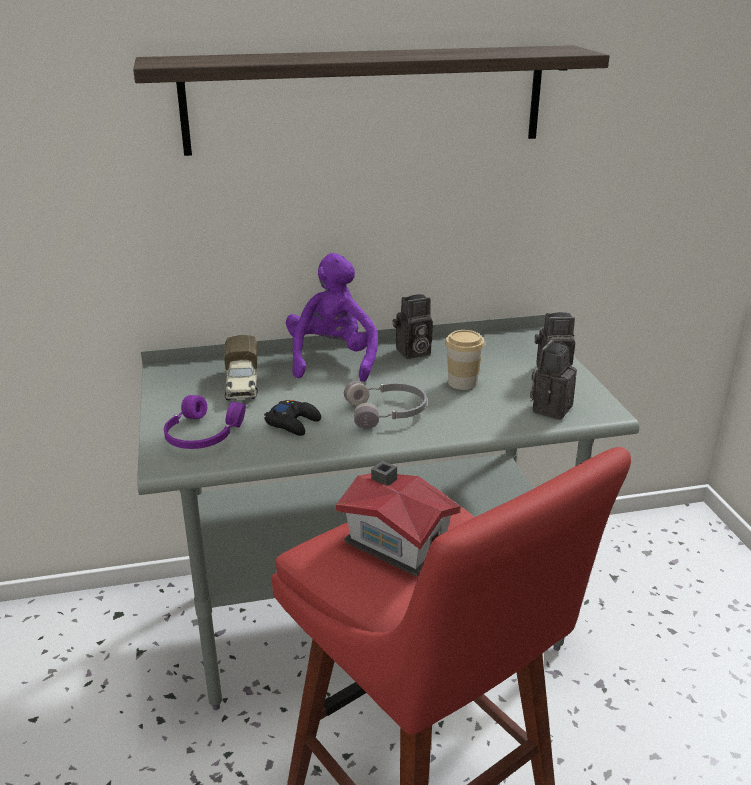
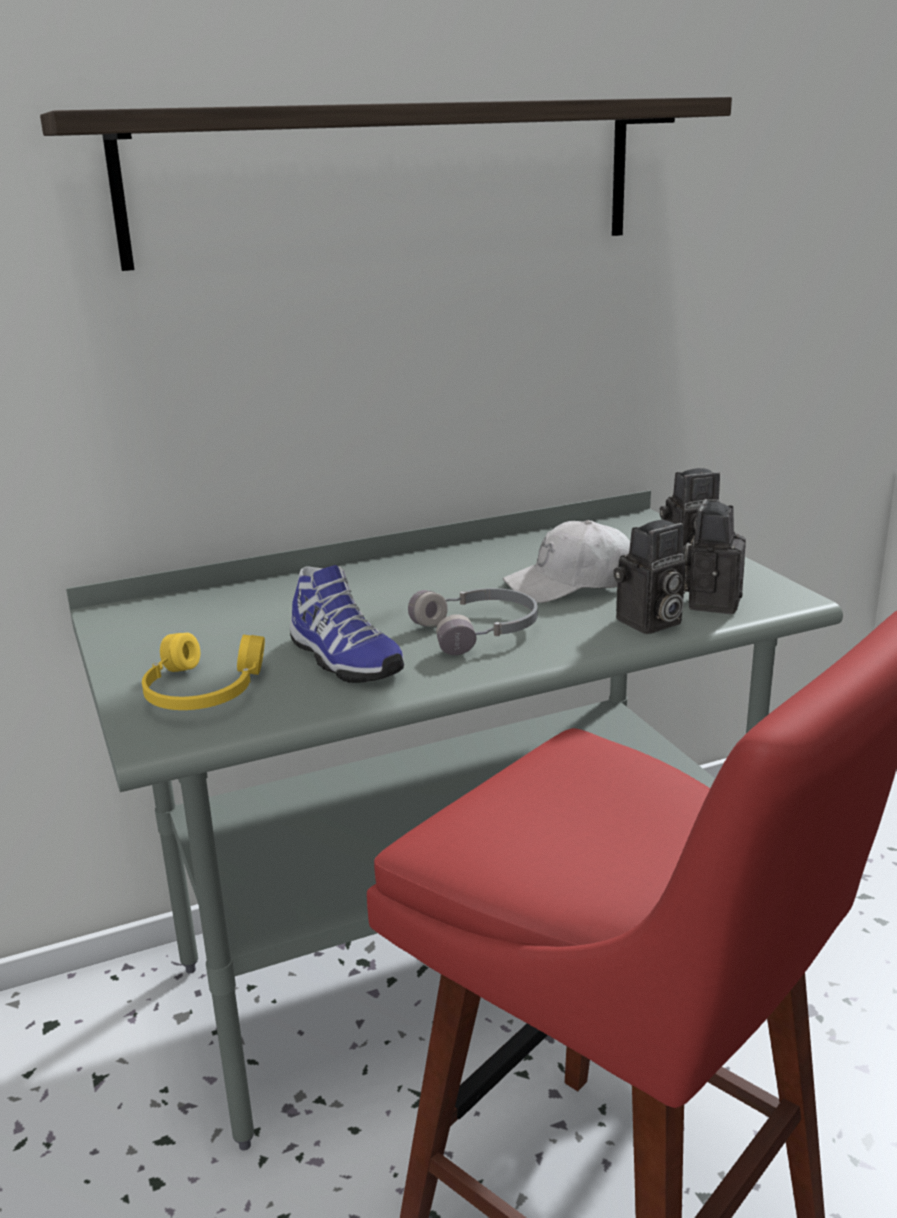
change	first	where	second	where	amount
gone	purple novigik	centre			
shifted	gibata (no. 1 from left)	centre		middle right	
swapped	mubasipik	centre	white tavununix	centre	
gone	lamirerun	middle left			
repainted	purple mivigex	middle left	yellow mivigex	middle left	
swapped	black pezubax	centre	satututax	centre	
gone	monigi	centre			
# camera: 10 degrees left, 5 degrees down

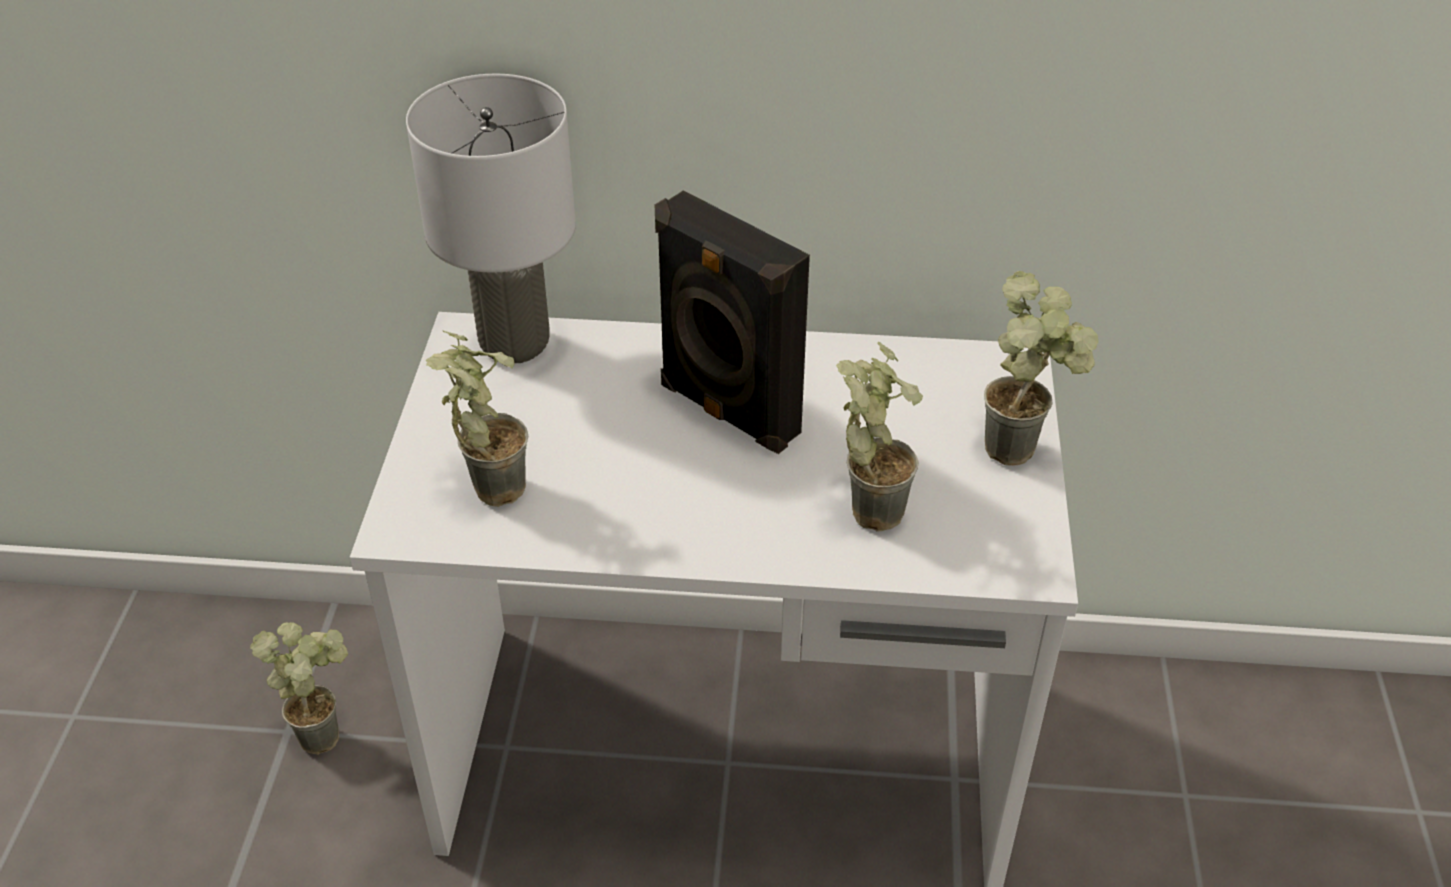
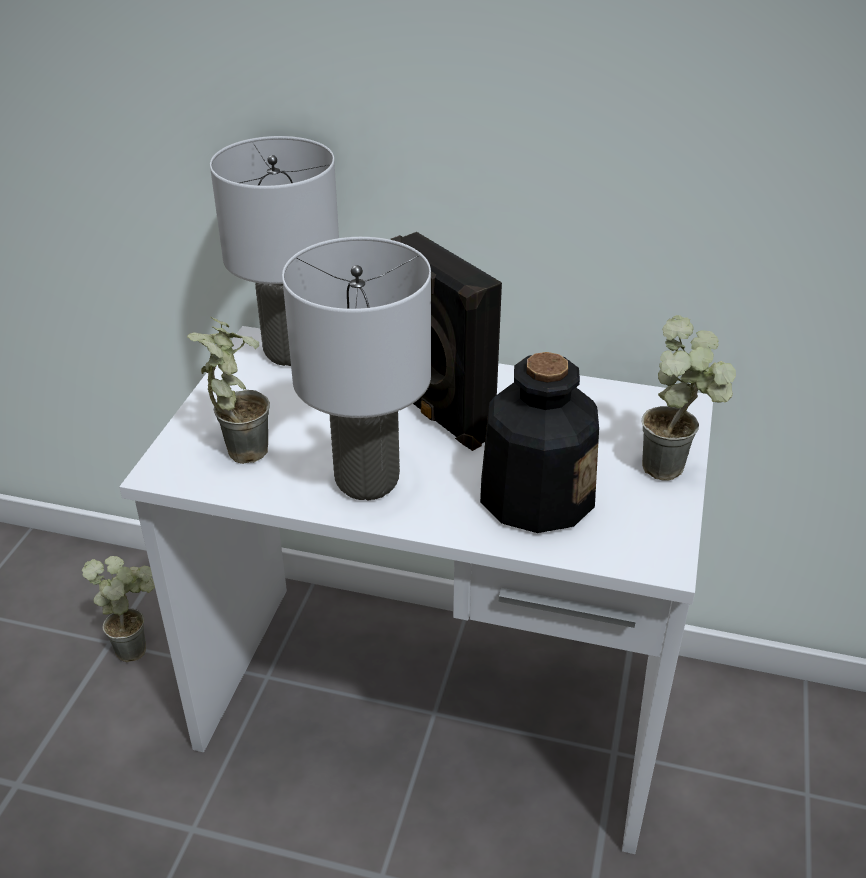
change	first	where	second	where	amount
swapped	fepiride (no. 3 from left)	centre	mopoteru	centre	
new			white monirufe (no. 2 from left)	centre	
# camera: 10 degrees right, 5 degrees down

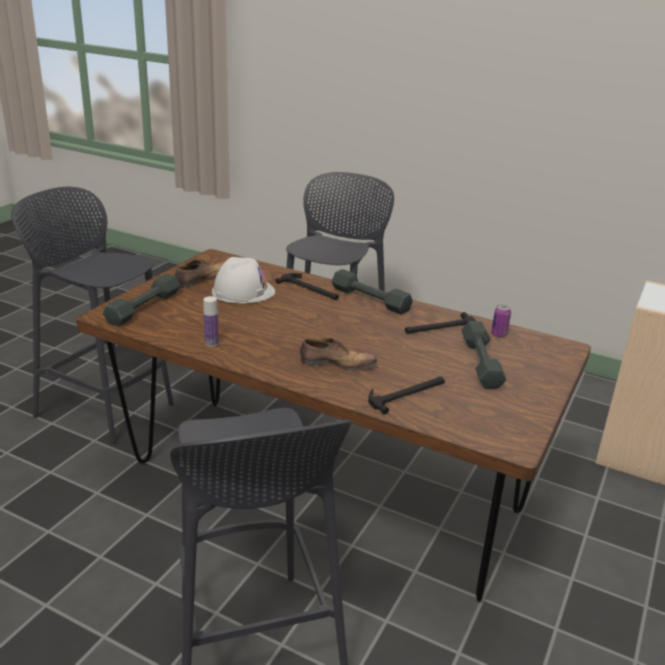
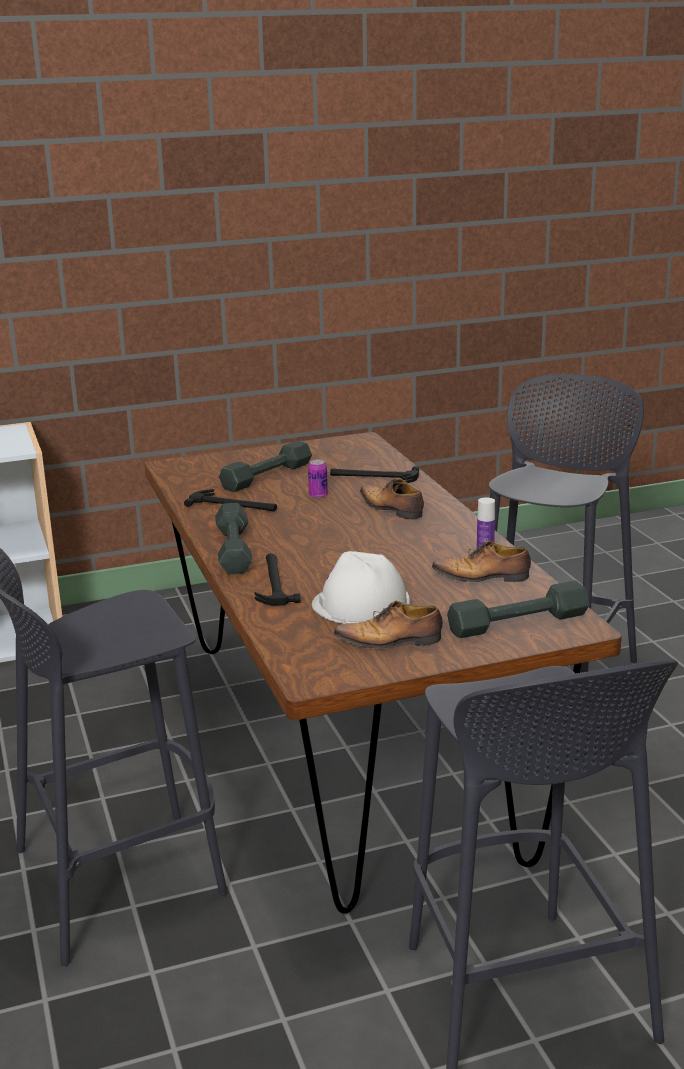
change	first	where	second	where	amount
shifted	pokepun	middle right		centre	
new			satututax (no. 3 from left)	middle right	
# camera: 135 degrees left, 5 degrees down

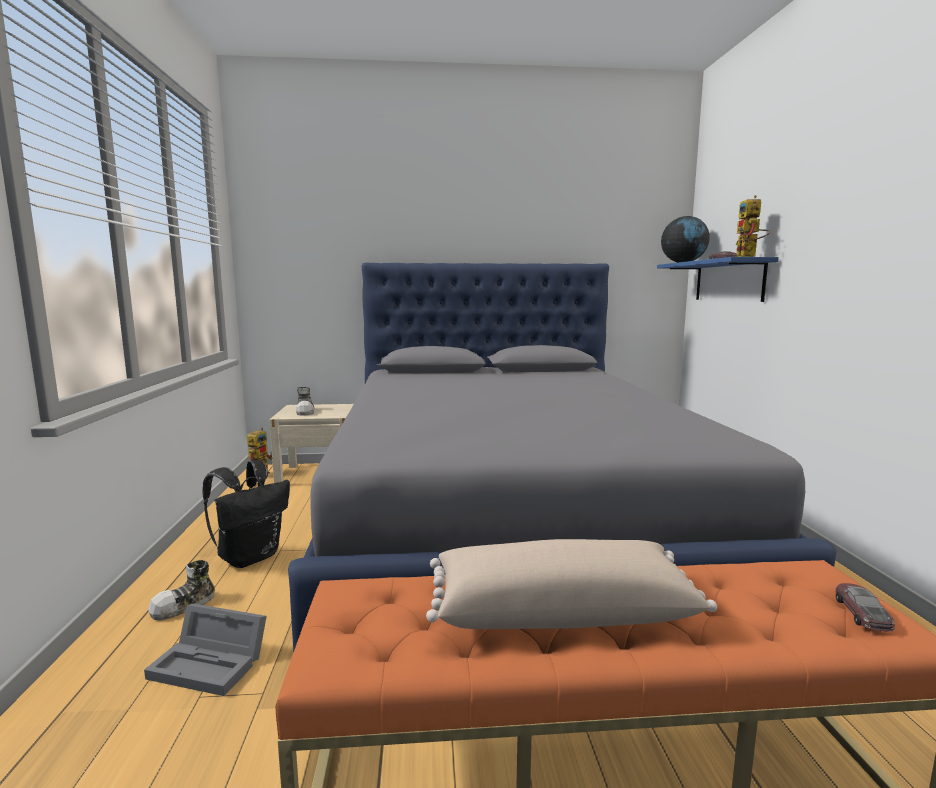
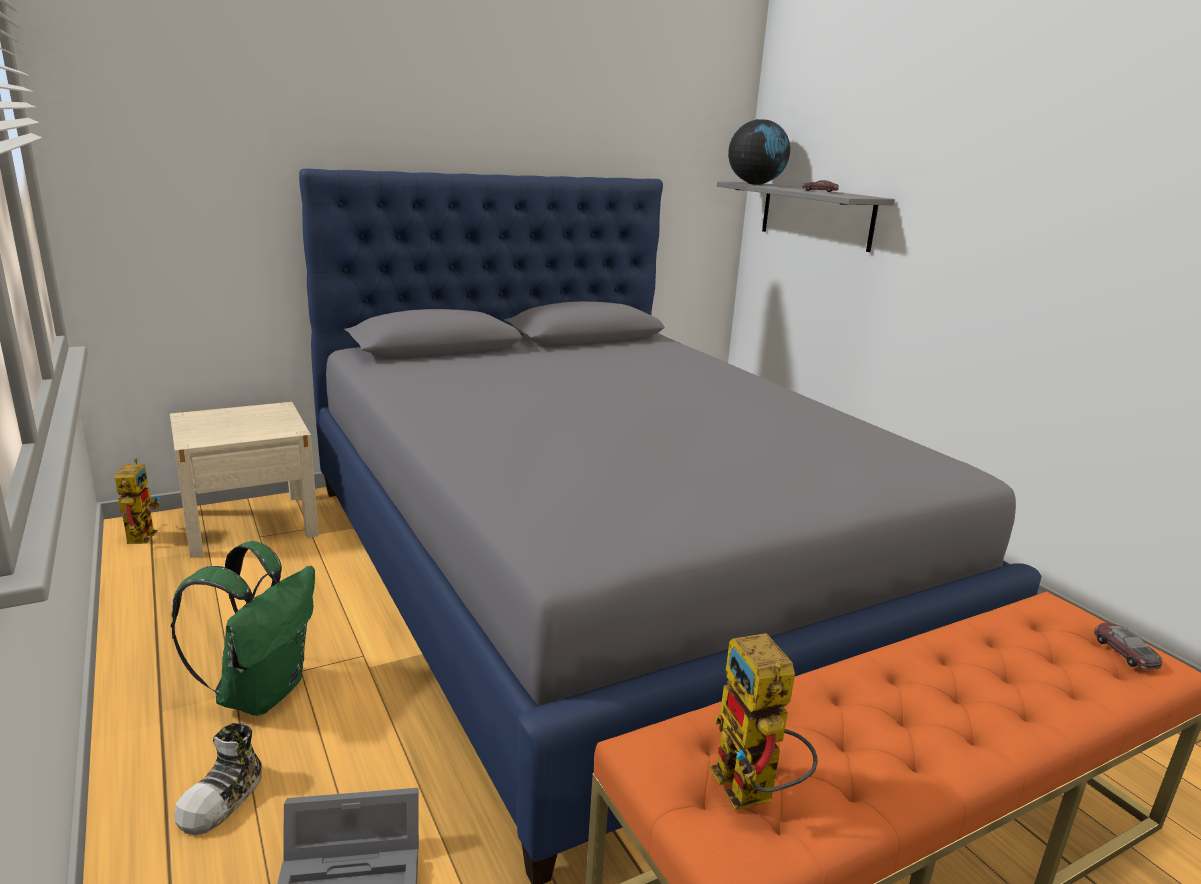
change	first	where	second	where	amount
shifted	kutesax (no. 2 from left)	top right		bottom centre	
repainted	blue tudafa	middle right	grey tudafa	top right	
gone	satututax (no. 2 from left)	middle left			
repainted	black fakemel	middle left	green fakemel	bottom left	
gone	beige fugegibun	bottom centre			
# camera: 25 degrees left, 10 degrees up

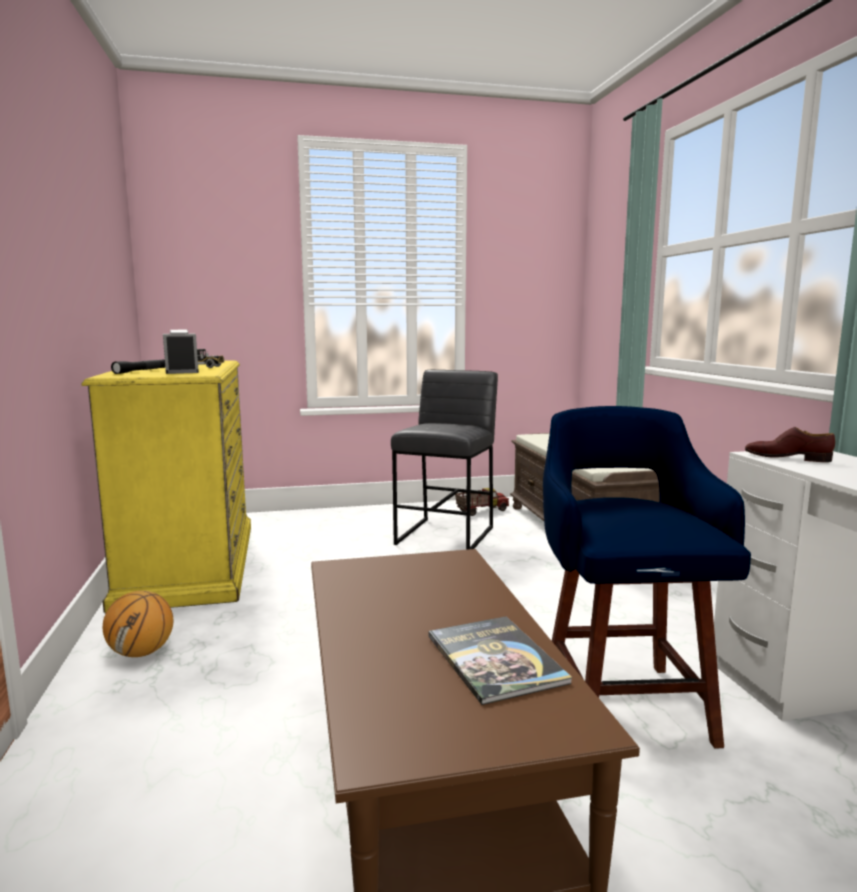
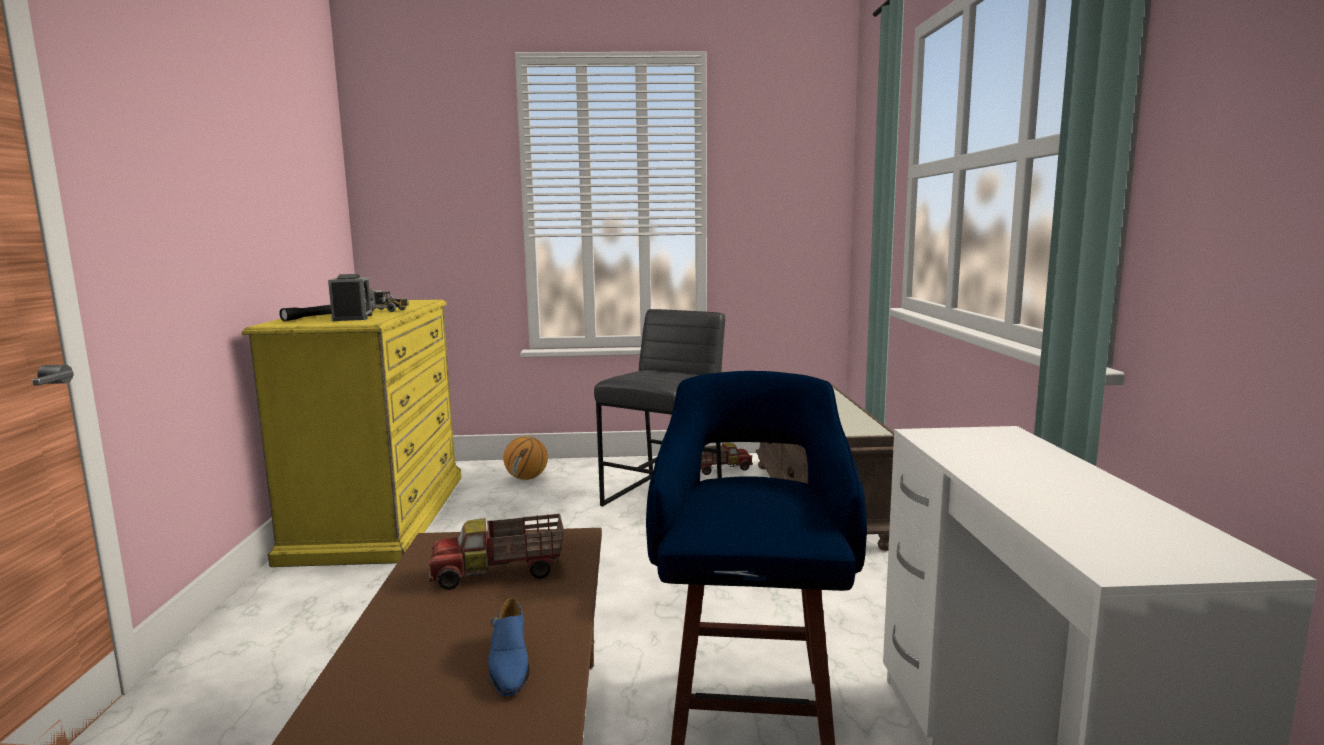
change	first	where	second	where	amount
gone	brown satututax	middle right			
shifted	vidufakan	bottom left		centre	
swapped	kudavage	bottom centre	blue satututax	bottom centre	
new			lamirerun (no. 2 from left)	bottom centre	
# camera: 10 degrees right, 0 degrees up

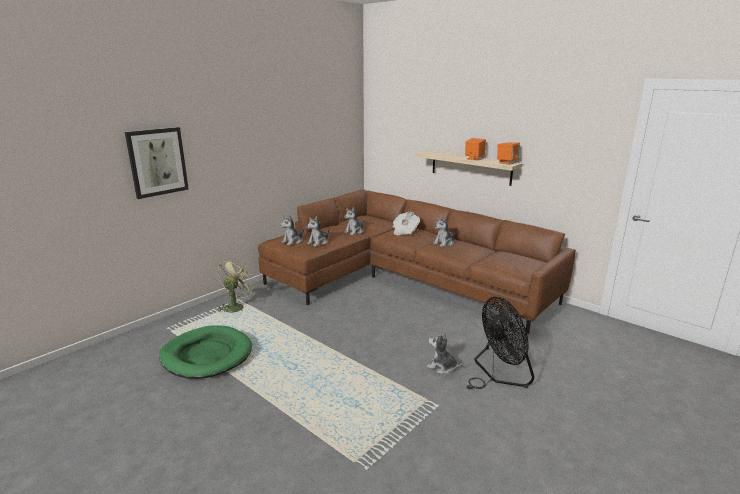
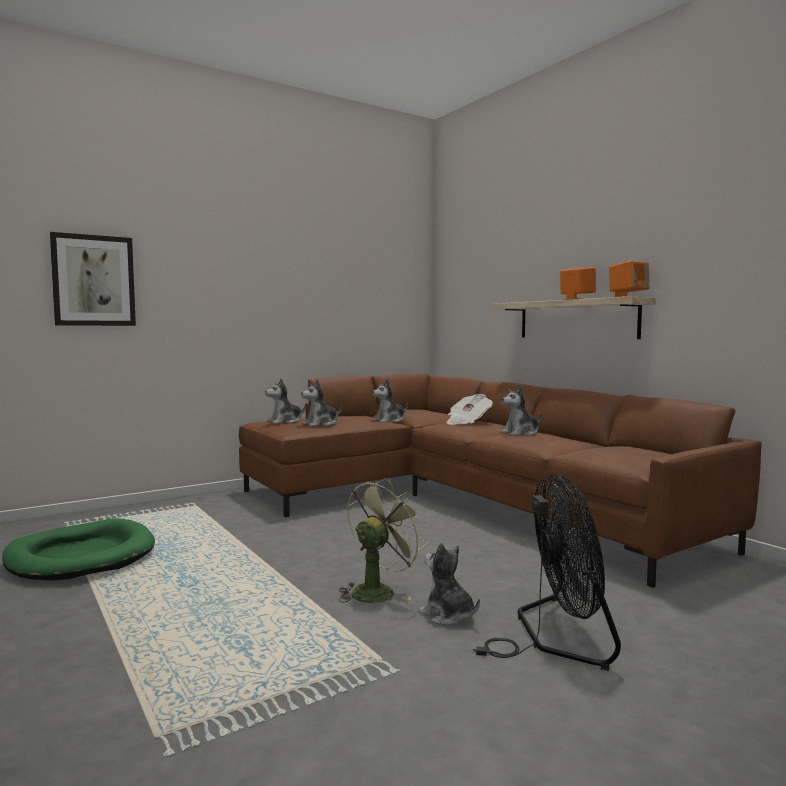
change	first	where	second	where	amount
shifted	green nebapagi	middle left		bottom centre	
# camera: 15 degrees right, 15 degrees down

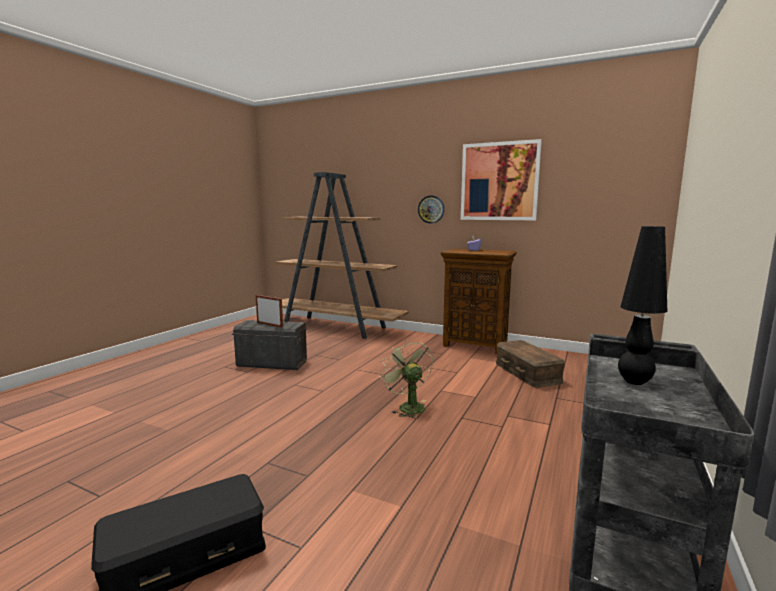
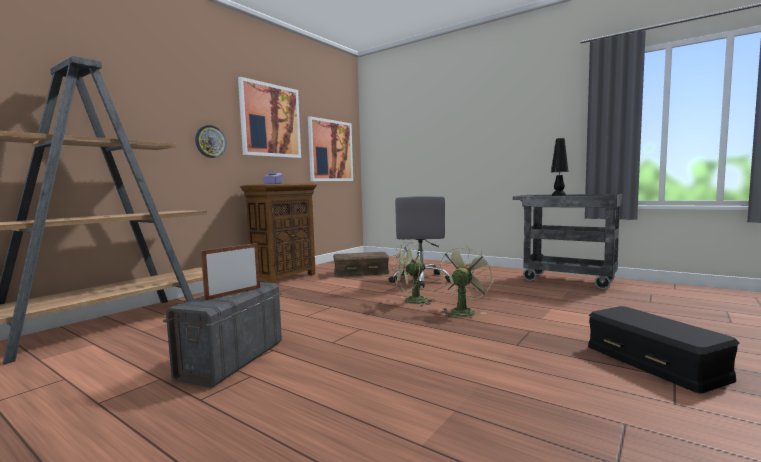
change	first	where	second	where	amount
new			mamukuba (no. 2 from left)	top centre	
new			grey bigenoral	centre	
new			green nebapagi (no. 2 from left)	centre	
# camera: 80 degrees left, 5 degrees down

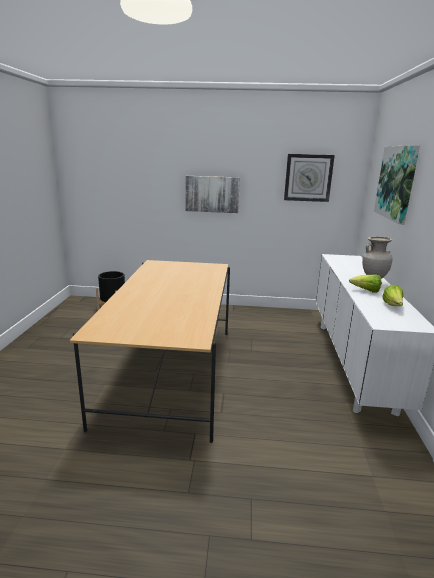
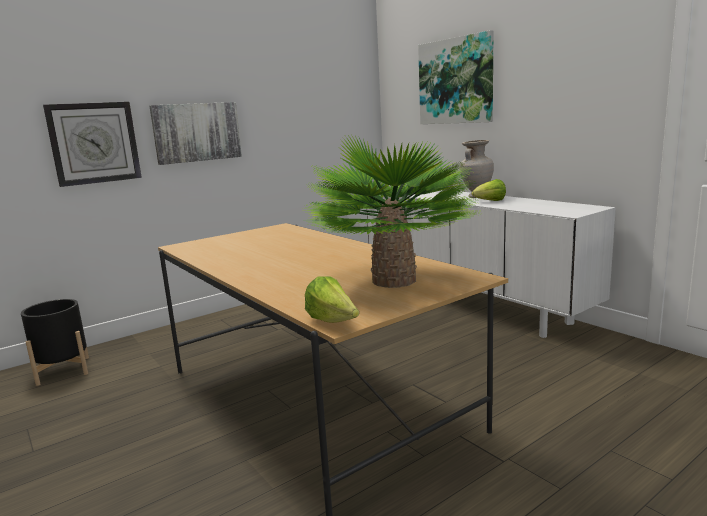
change	first	where	second	where	amount
shifted	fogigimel	top right		top left	
shifted	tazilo (no. 2 from left in the first image)	middle right	tazilo (no. 1 from left)	centre	
new			fepiride	centre	
# camera: 40 degrees left, 5 degrees down

